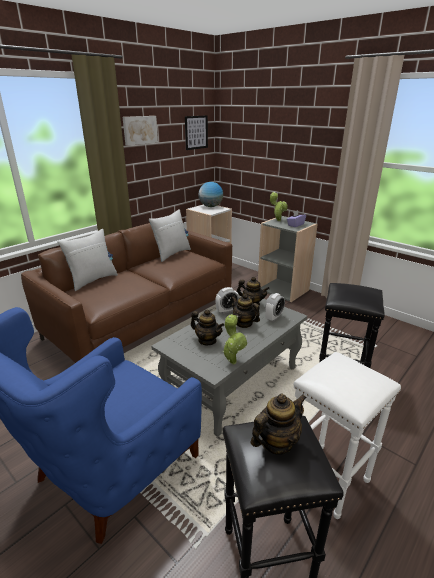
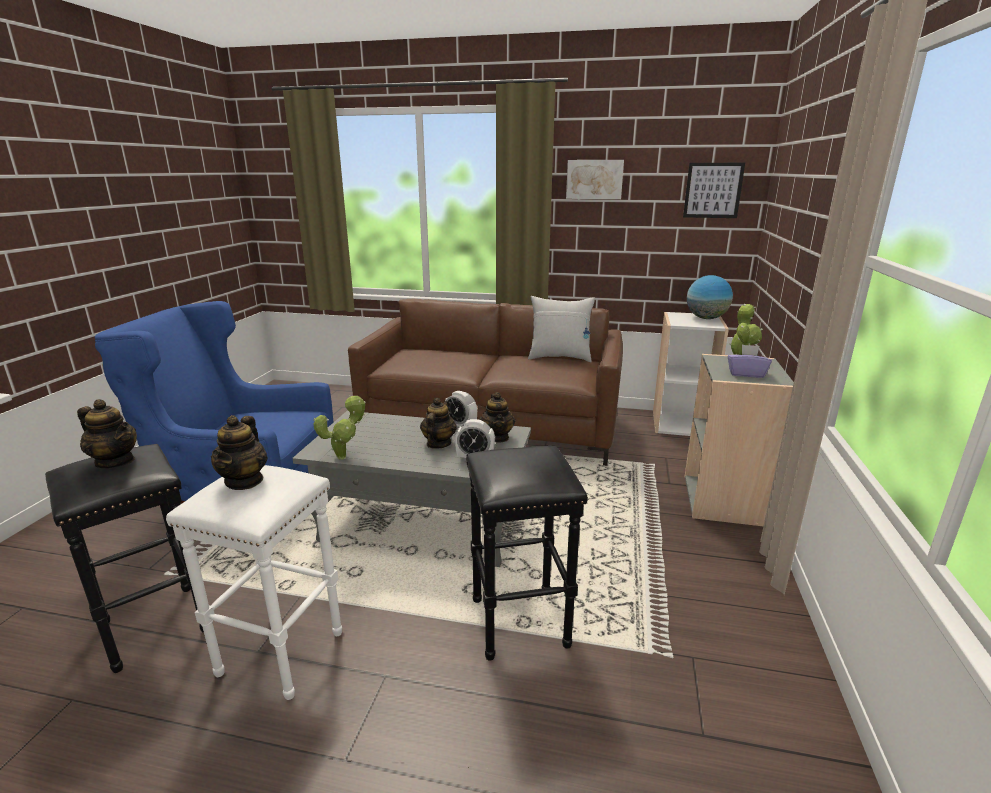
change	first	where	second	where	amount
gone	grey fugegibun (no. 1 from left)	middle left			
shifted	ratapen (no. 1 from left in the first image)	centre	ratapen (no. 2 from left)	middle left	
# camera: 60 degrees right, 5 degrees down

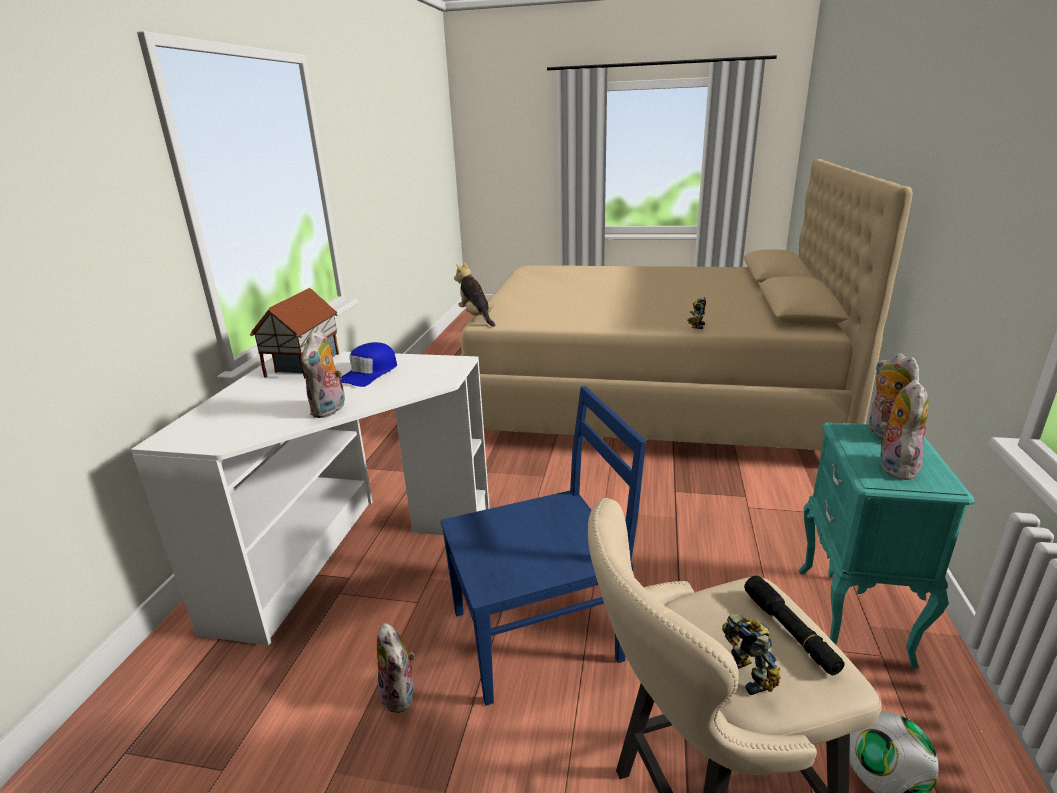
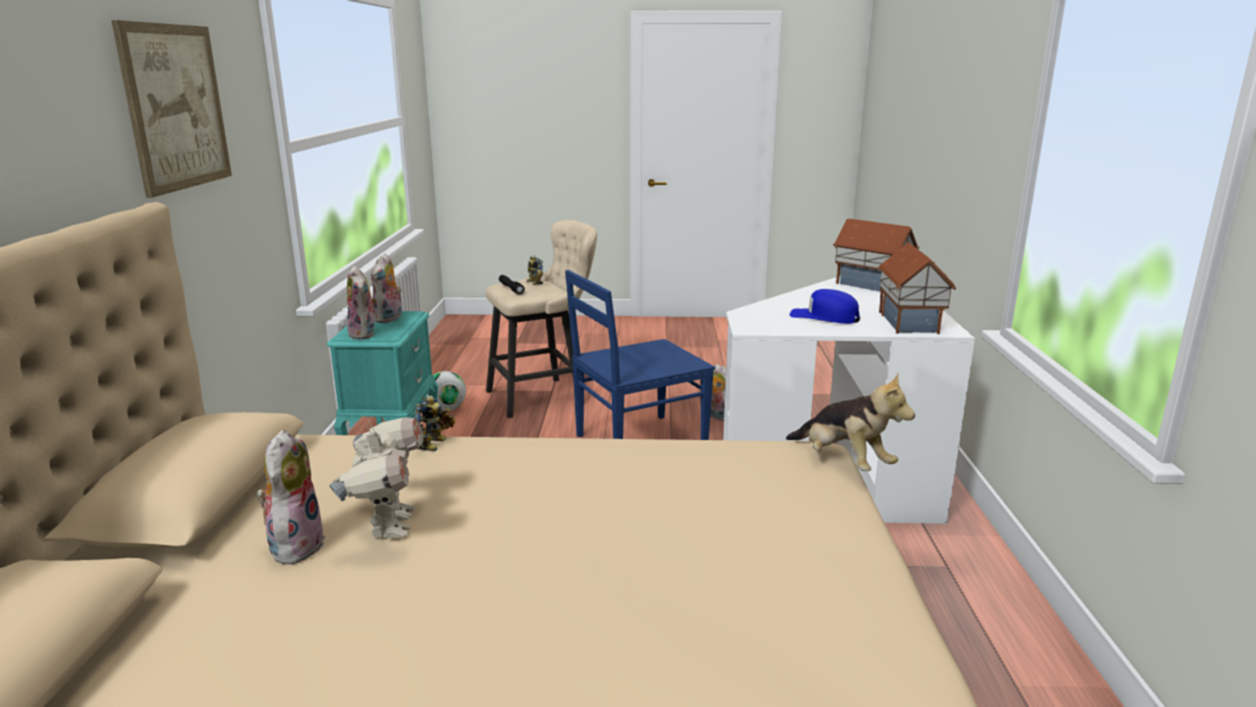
change	first	where	second	where	amount
shifted	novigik (no. 1 from left)	middle left		bottom left	
rotated	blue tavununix	centre		centre	75 degrees counterclockwise
new			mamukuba	top left	
new			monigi (no. 1 from left)	middle right	
new			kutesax (no. 1 from left)	bottom left	
# camera: 170 degrees right, 5 degrees down

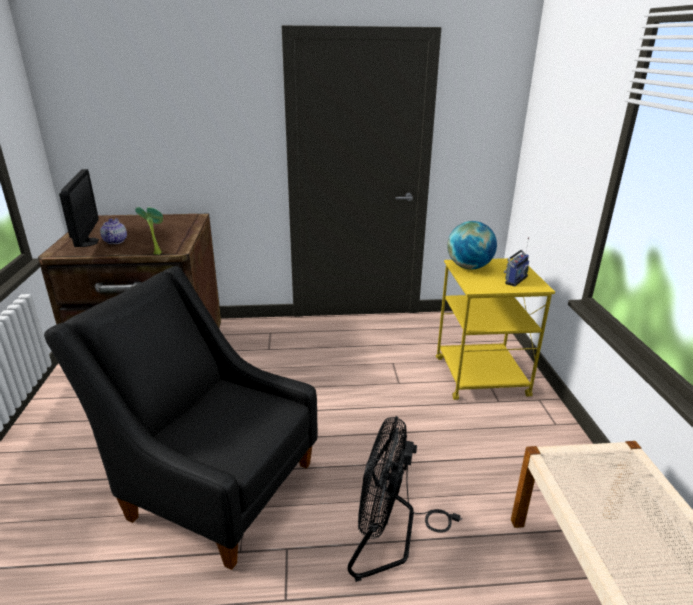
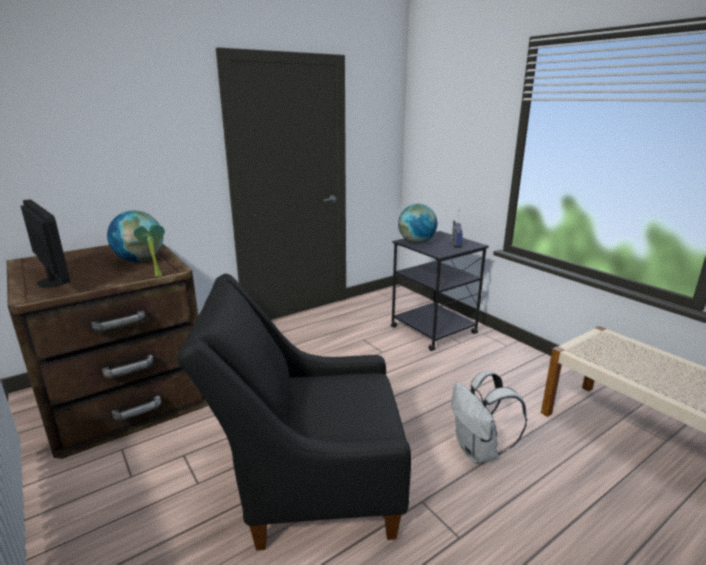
change	first	where	second	where	amount
gone	ratapen	middle left			
repainted	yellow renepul	middle right	black renepul	centre	
swapped	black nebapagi	bottom centre	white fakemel	bottom right	
new			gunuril (no. 1 from left)	middle left	
# camera: 30 degrees left, 5 degrees down

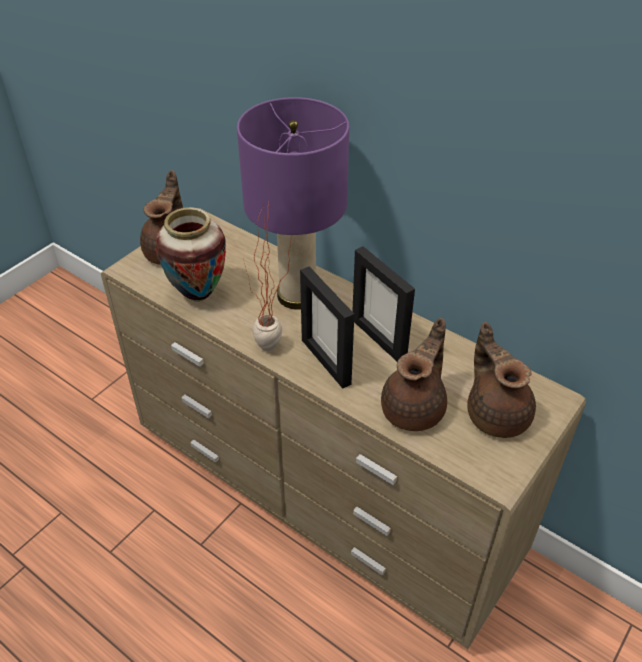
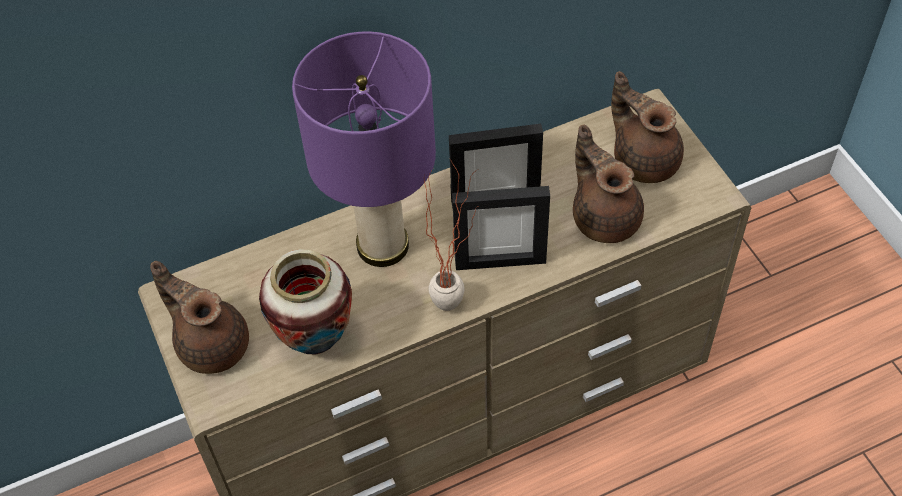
change	first	where	second	where	amount
rotated	brown ratapen (no. 3 from left)	middle right		top right	45 degrees clockwise
# camera: 60 degrees left, 10 degrees up

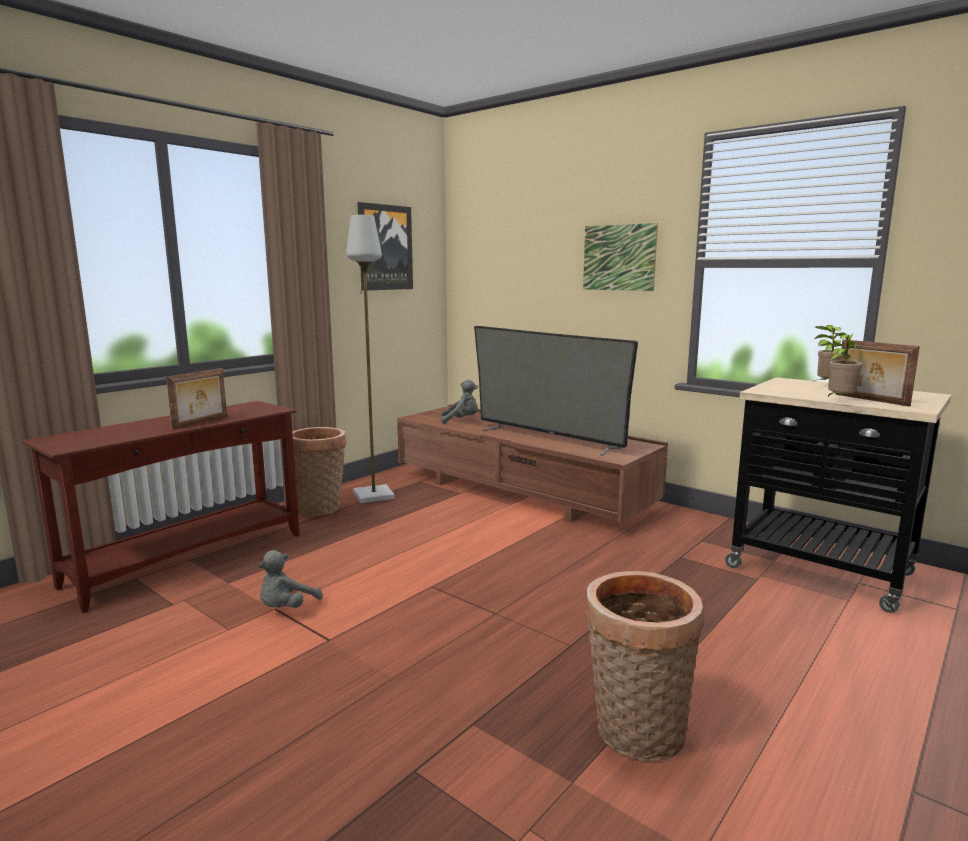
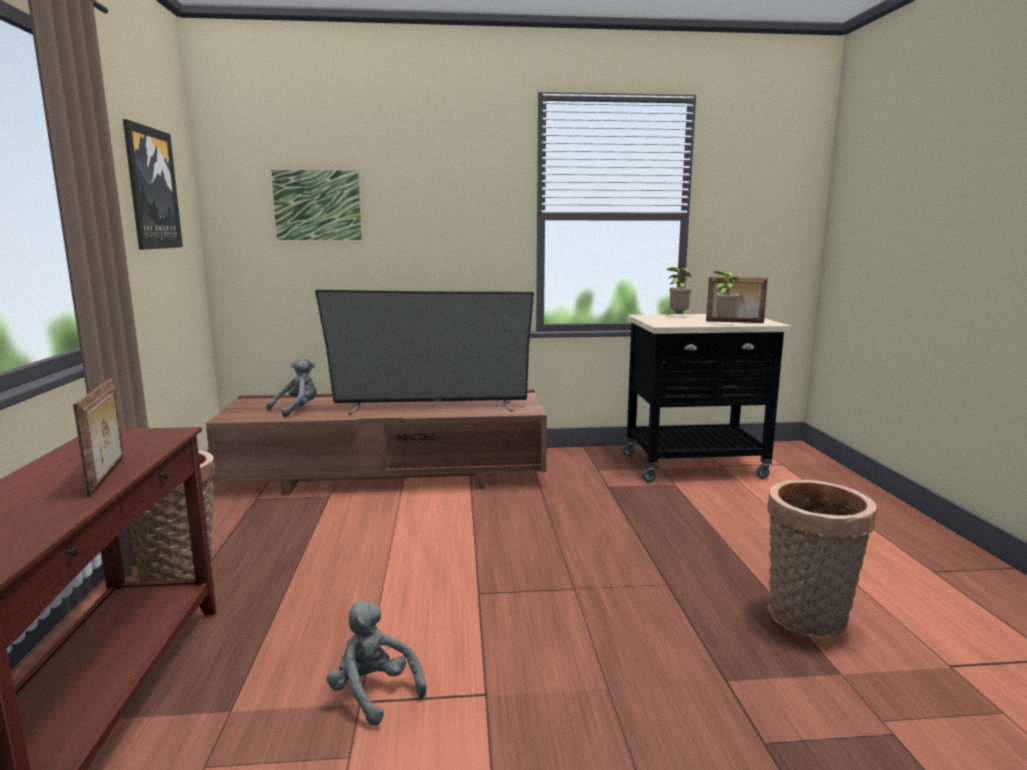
change	first	where	second	where	amount
gone	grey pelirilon	centre			
shifted	mamukuba (no. 2 from left)	top centre		top left	
rotated	grey novigik (no. 1 from left in the first image)	bottom left	grey novigik (no. 2 from left)	bottom centre	150 degrees clockwise
# camera: 45 degrees left, 0 degrees up

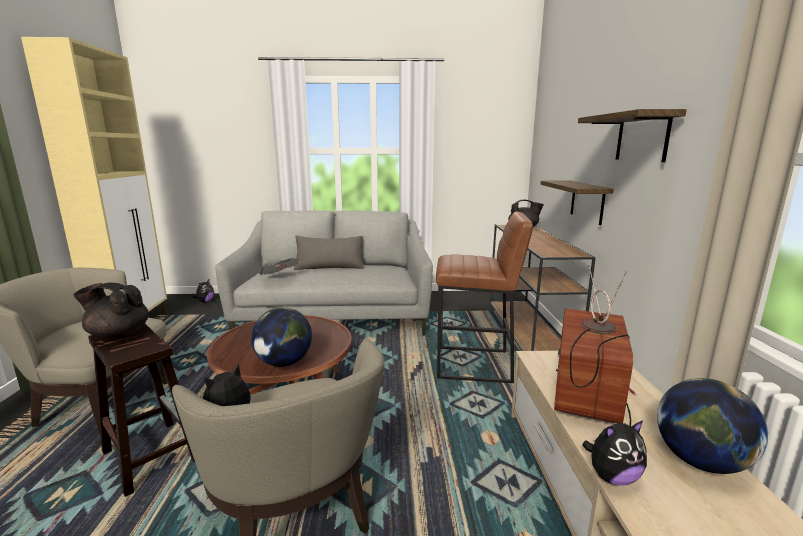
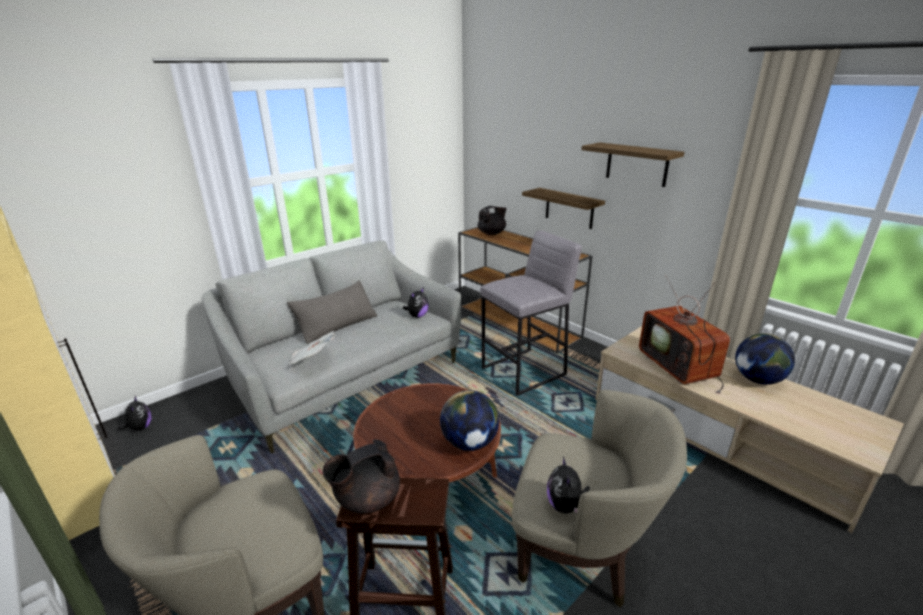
change	first	where	second	where	amount
repainted	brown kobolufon (no. 2 from left)	centre	grey kobolufon	centre	
shifted	novigik (no. 3 from left in the first image)	bottom right	novigik (no. 2 from left)	centre	
# camera: 40 degrees left, 10 degrees up

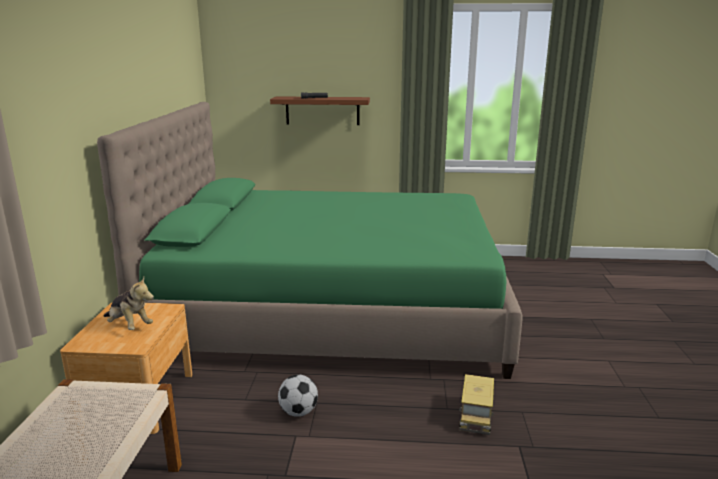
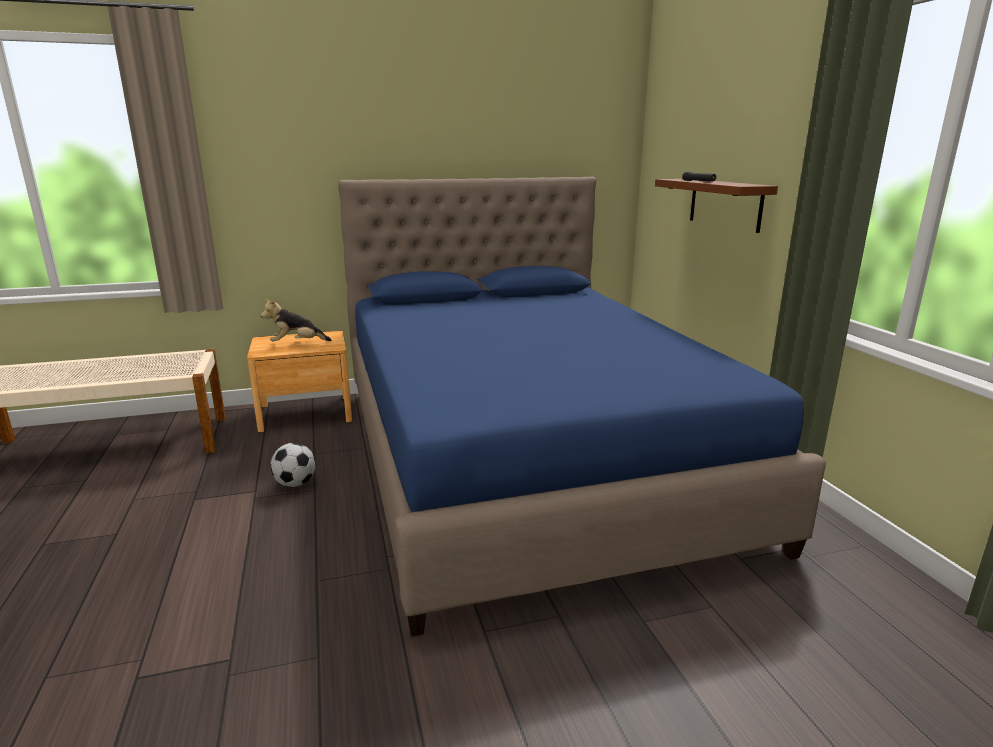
change	first	where	second	where	amount
repainted	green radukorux	centre	blue radukorux	centre	
rotated	novigik	middle left		middle left	60 degrees clockwise
gone	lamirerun	bottom centre			
# camera: 70 degrees right, 0 degrees up

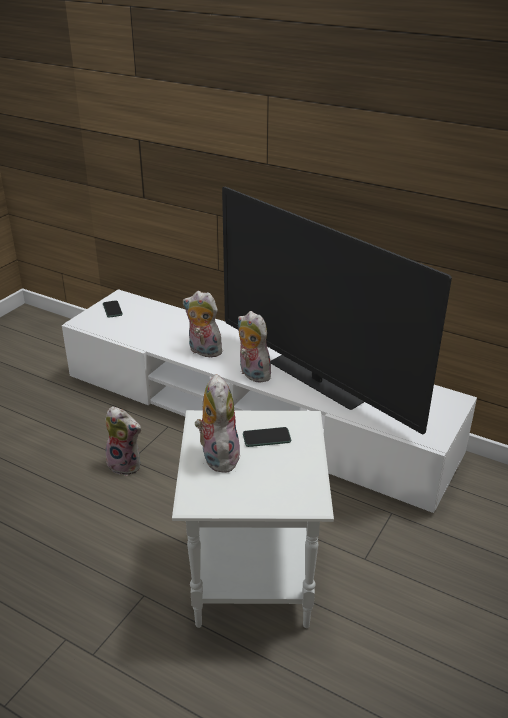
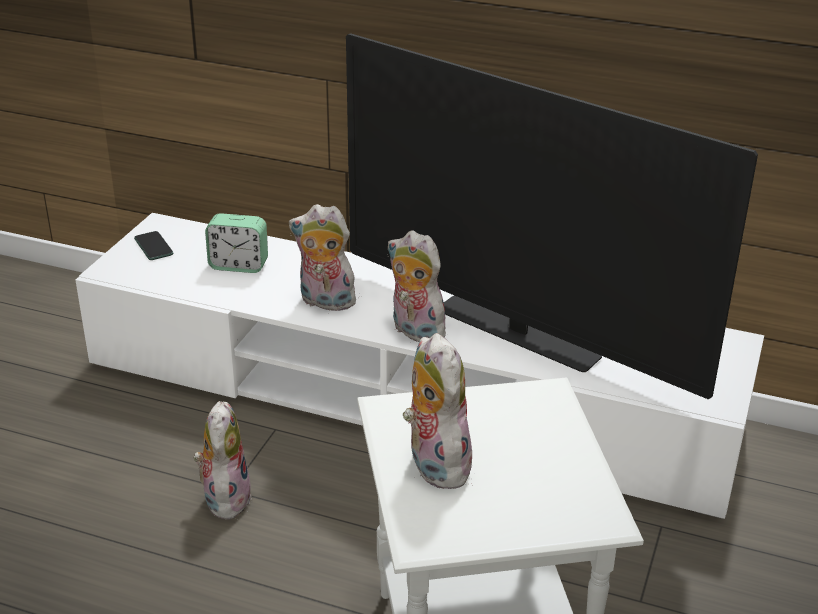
change	first	where	second	where	amount
rotated	novigik (no. 1 from left)	middle left		bottom left	105 degrees counterclockwise
gone	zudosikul (no. 2 from left)	centre			
new			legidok	middle left	
# camera: 10 degrees left, 0 degrees up

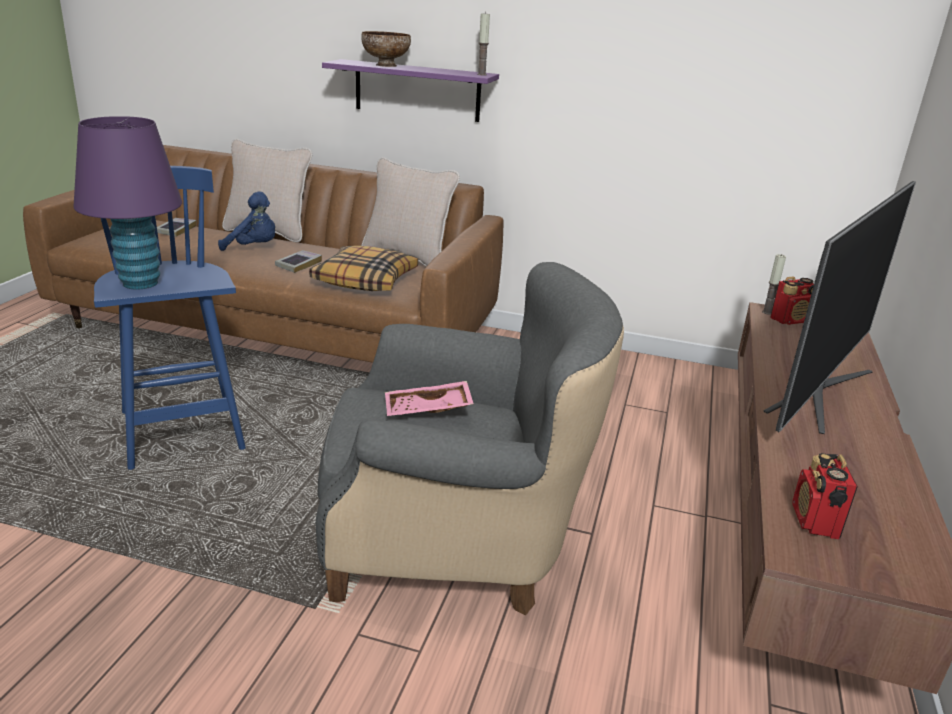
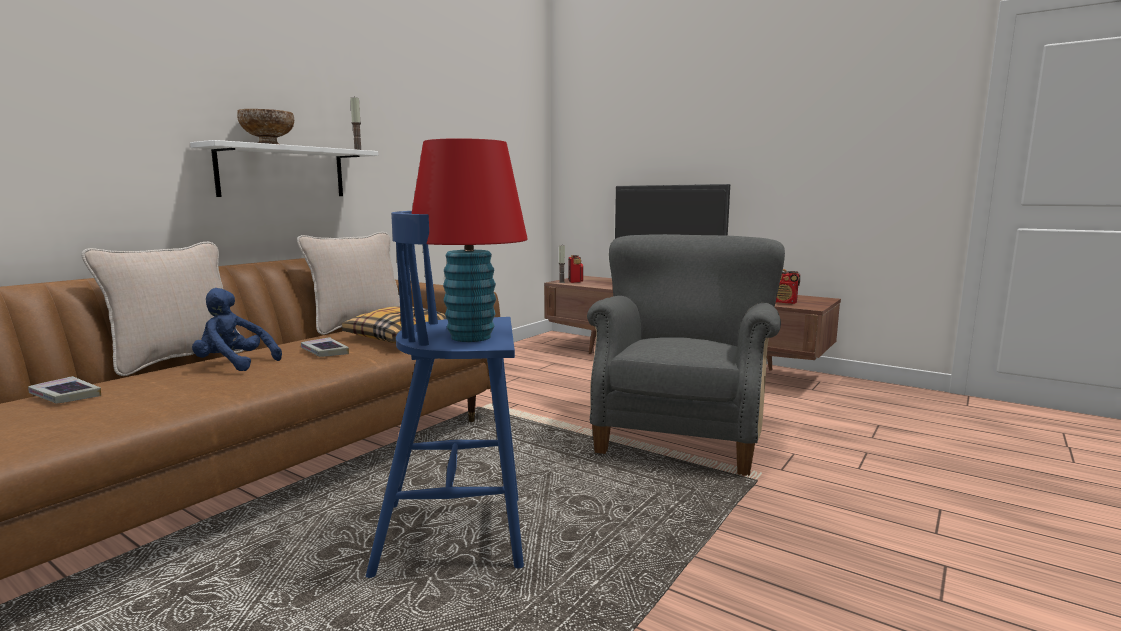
change	first	where	second	where	amount
repainted	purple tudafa	top centre	white tudafa	top left	
repainted	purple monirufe	top left	red monirufe	centre	
rotated	blue novigik	top left		middle left	105 degrees counterclockwise
gone	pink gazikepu	centre			
# camera: 70 degrees left, 15 degrees down

